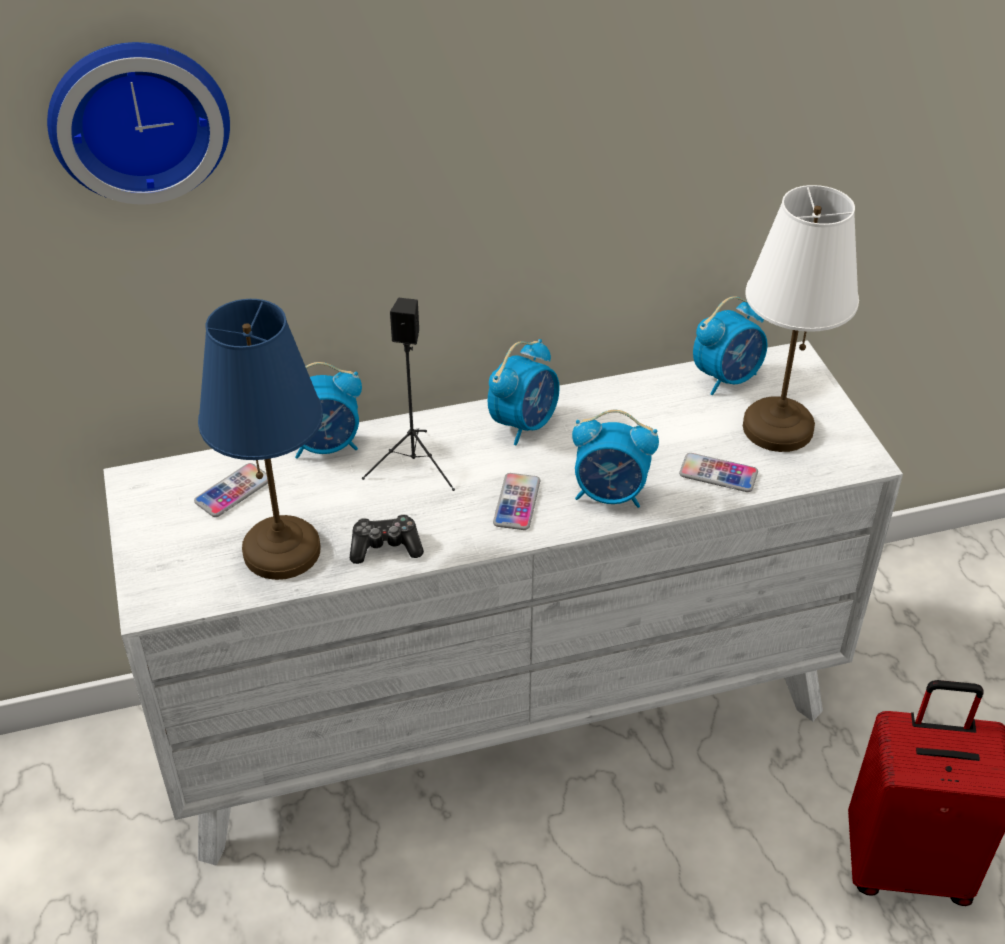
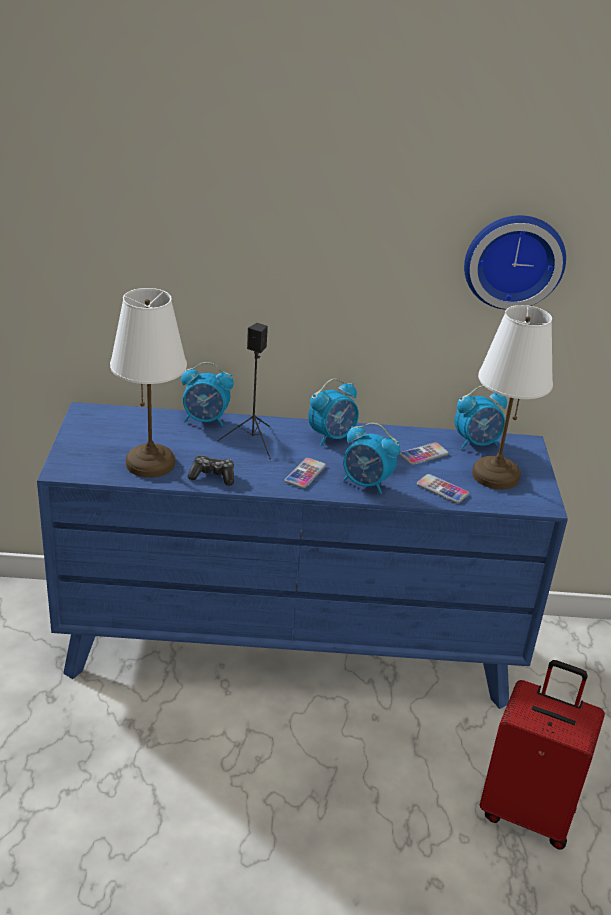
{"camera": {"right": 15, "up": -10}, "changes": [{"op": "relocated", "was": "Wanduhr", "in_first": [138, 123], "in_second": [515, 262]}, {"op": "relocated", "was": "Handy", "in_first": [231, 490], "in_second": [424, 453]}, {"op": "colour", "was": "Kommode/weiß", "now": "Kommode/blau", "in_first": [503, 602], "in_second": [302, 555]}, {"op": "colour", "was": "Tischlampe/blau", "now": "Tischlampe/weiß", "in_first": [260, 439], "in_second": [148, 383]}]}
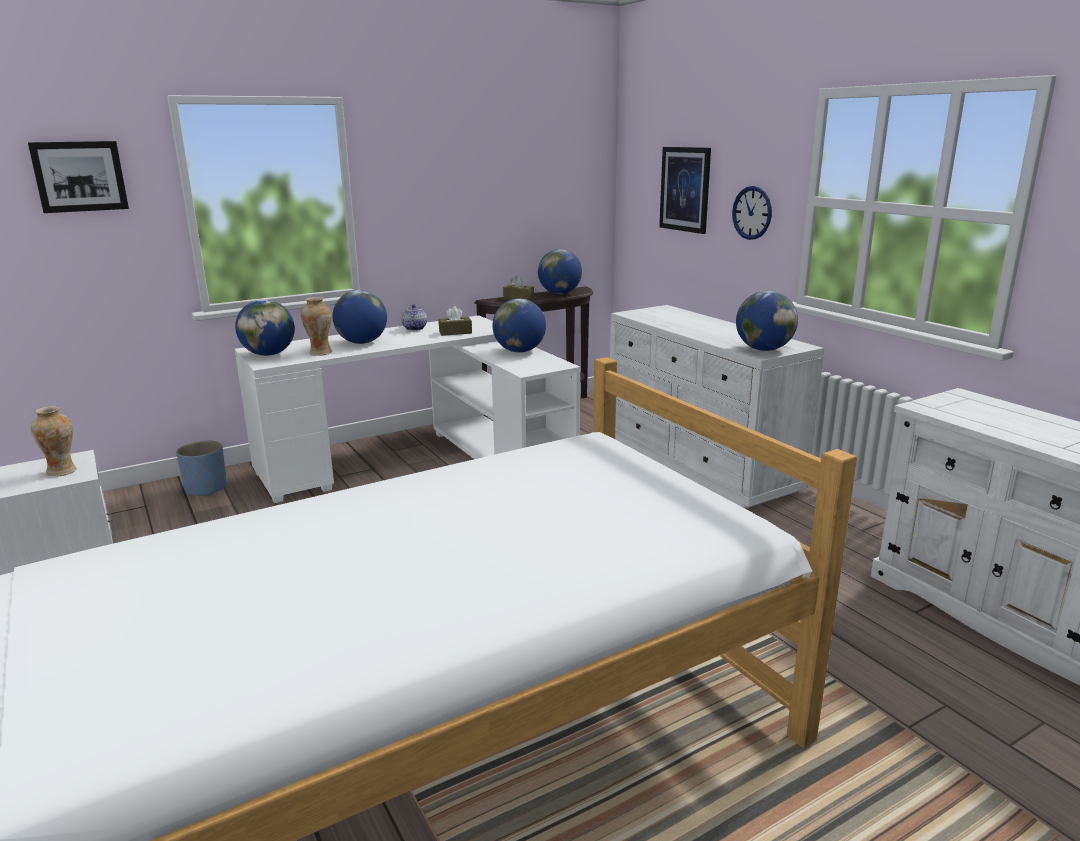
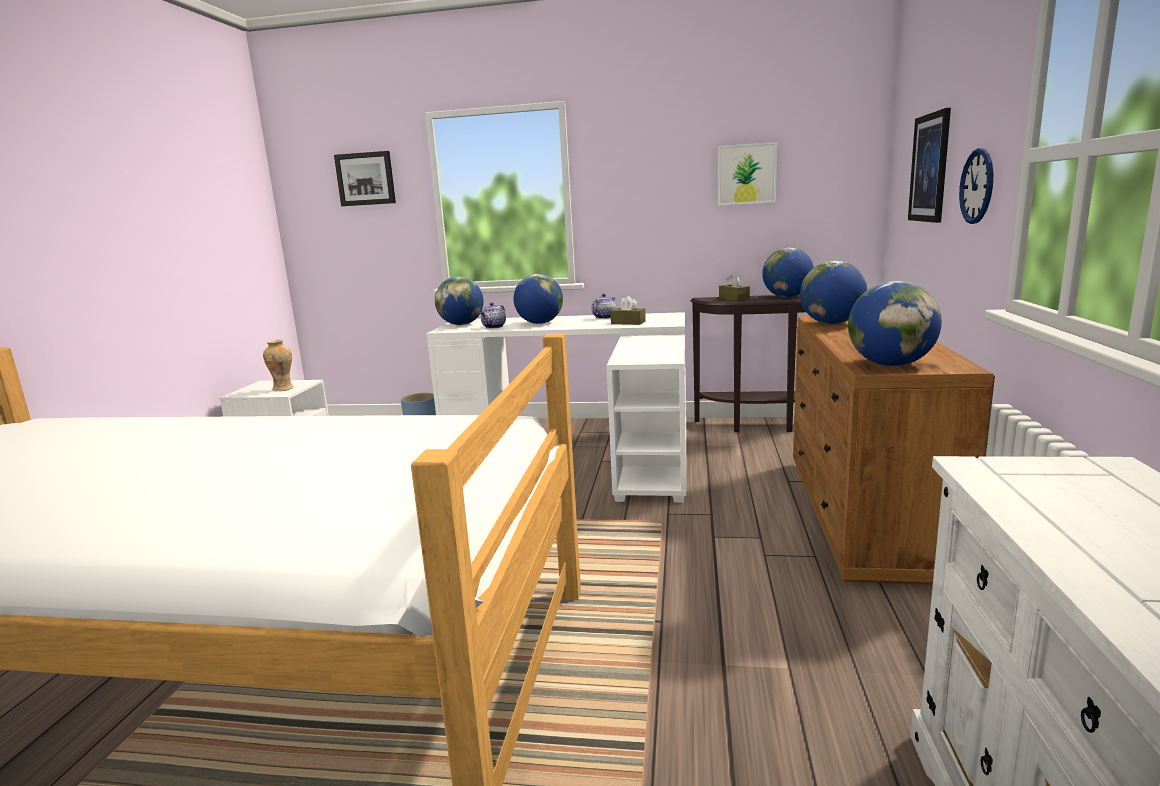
{"camera": {"right": 40, "up": -5}, "changes": [{"op": "appeared", "now": "Bild", "in_second": [747, 174]}, {"op": "relocated", "was": "Globus", "in_first": [519, 325], "in_second": [833, 292]}, {"op": "exchanged", "was": "Vase", "now": "Teekanne", "in_first": [316, 326], "in_second": [493, 316]}, {"op": "colour", "was": "Kommode/weiß", "now": "Kommode/braun", "in_first": [717, 407], "in_second": [894, 450]}]}
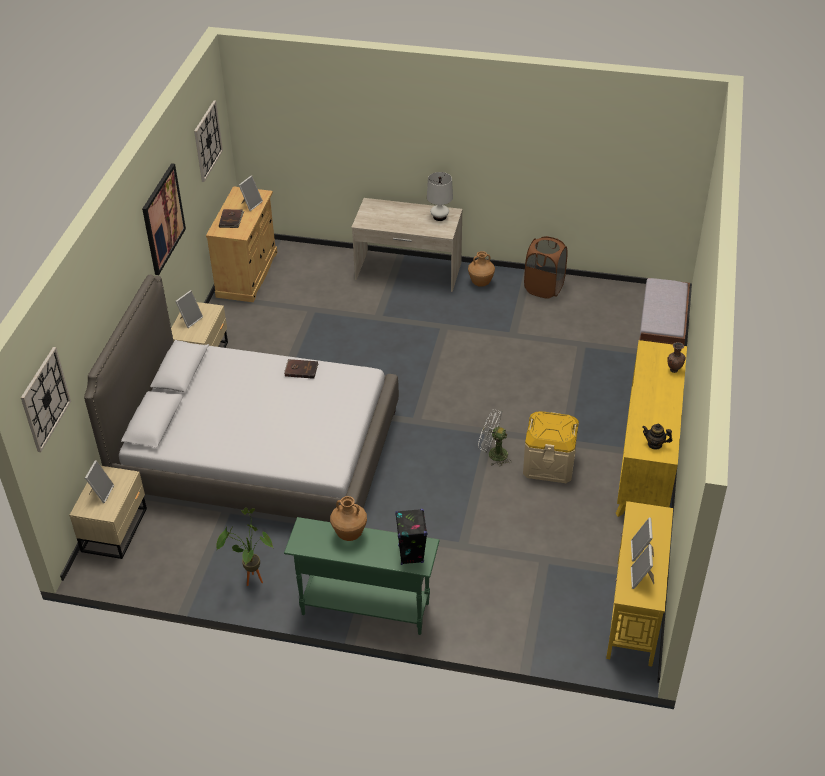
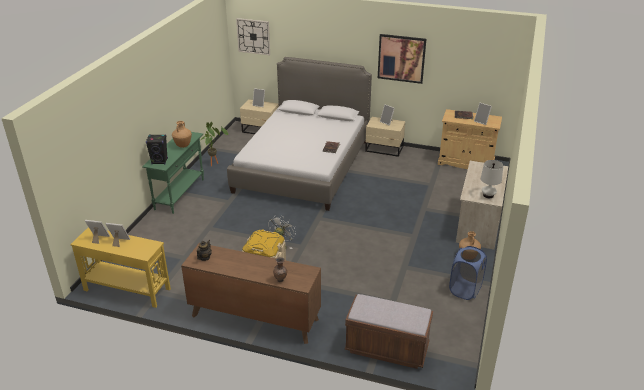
{"camera": {"right": 95, "up": -10}, "changes": [{"op": "missing", "was": "Wanduhr", "in_first": [208, 141]}, {"op": "colour", "was": "Wäschekorb/braun", "now": "Wäschekorb/blau", "in_first": [546, 267], "in_second": [468, 273]}, {"op": "colour", "was": "Kommode/gelb", "now": "Kommode/braun", "in_first": [651, 428], "in_second": [251, 293]}]}
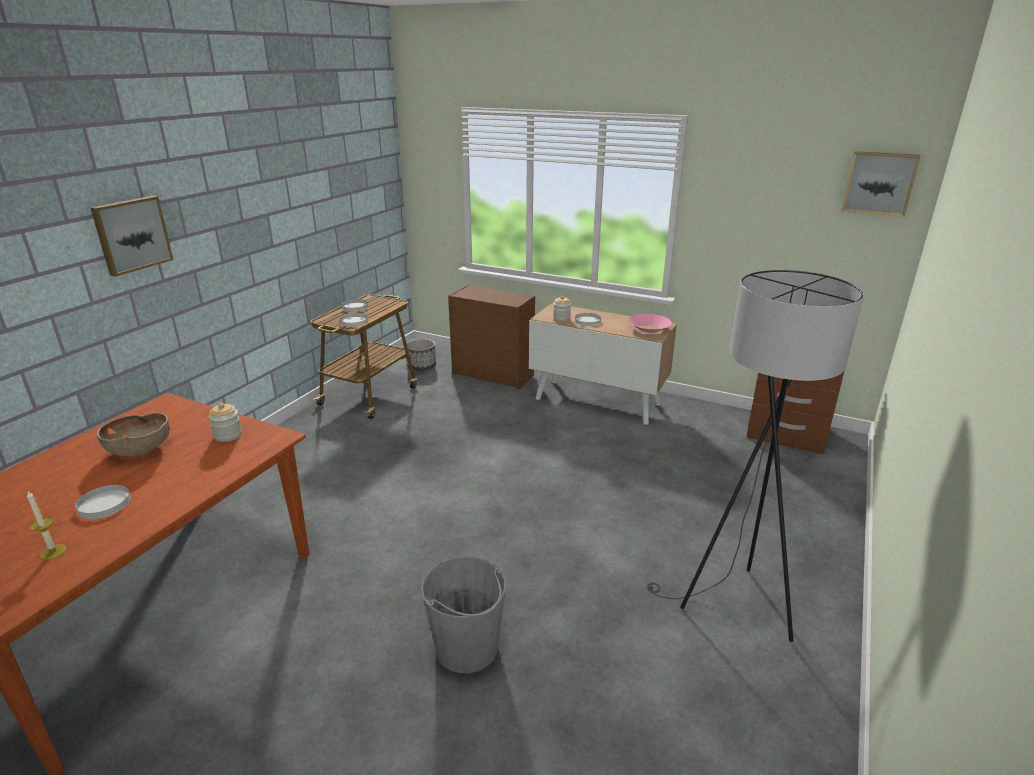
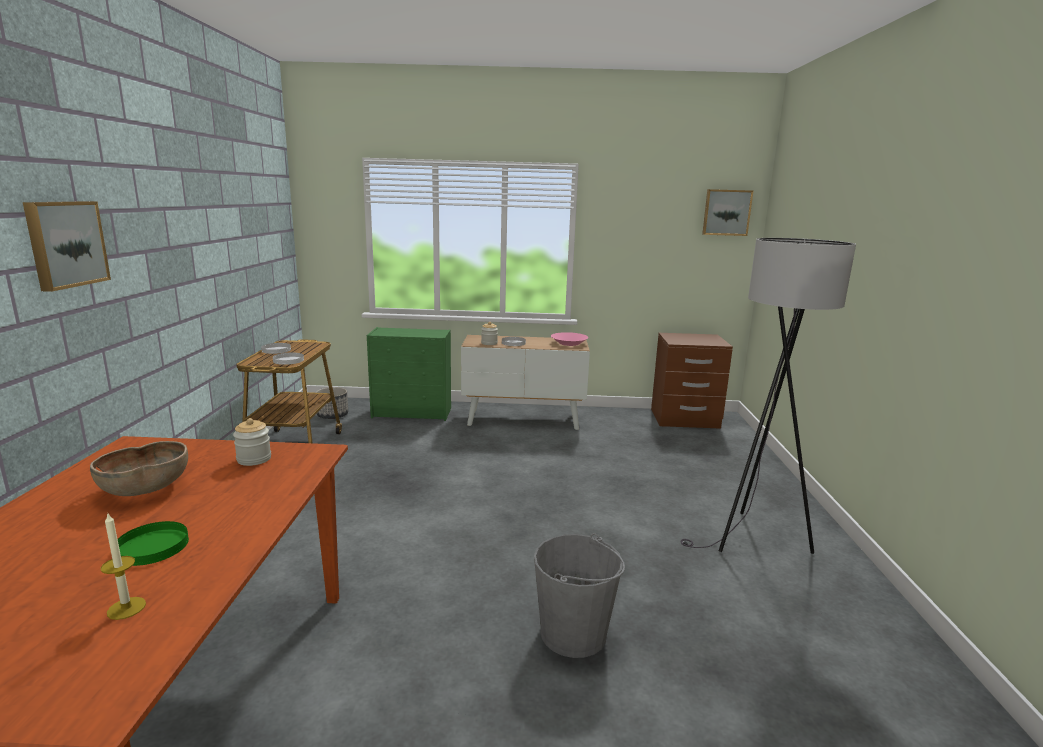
{"camera": {"right": -25, "up": -10}, "changes": [{"op": "colour", "was": "Teller/weiß", "now": "Teller/grün", "in_first": [103, 502], "in_second": [153, 543]}, {"op": "colour", "was": "Kommode/braun", "now": "Kommode/grün", "in_first": [491, 337], "in_second": [409, 374]}]}
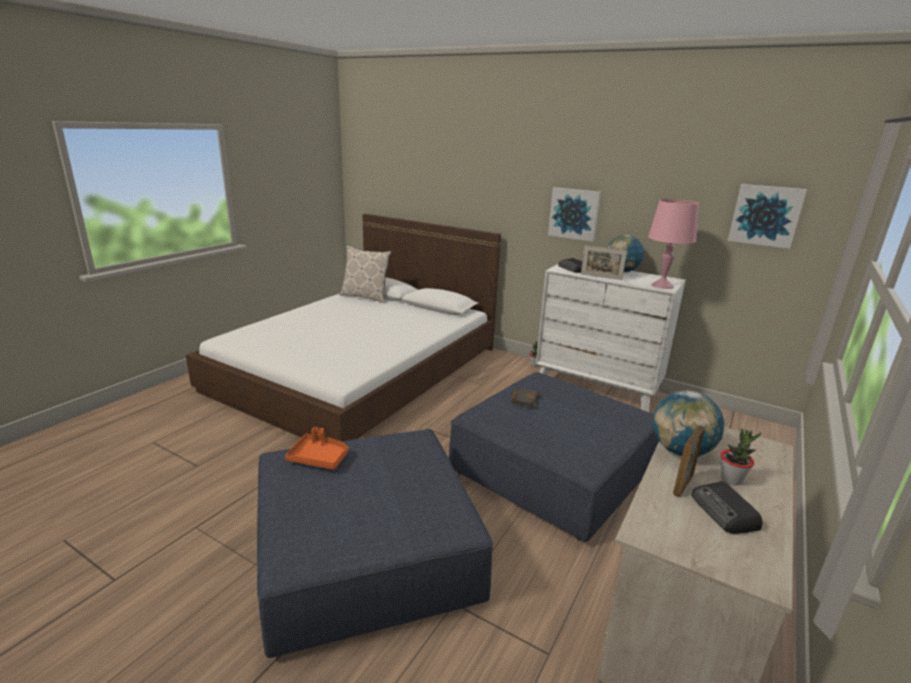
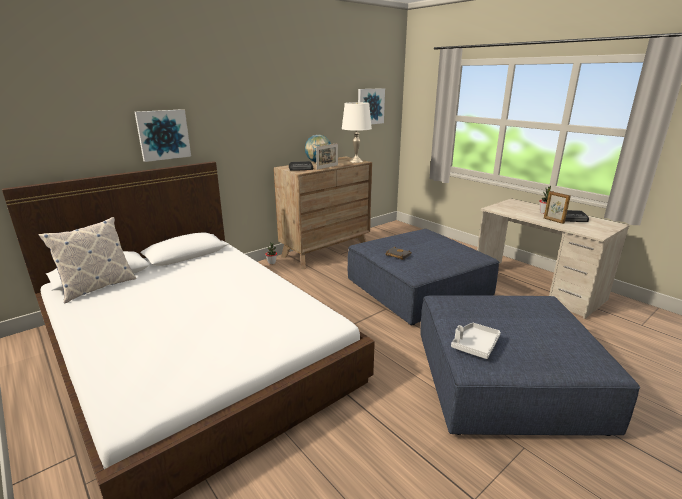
{"camera": {"right": -70, "up": 0}, "changes": [{"op": "missing", "was": "Globus", "in_first": [689, 424]}, {"op": "relocated", "was": "Bild", "in_first": [574, 214], "in_second": [163, 135]}, {"op": "colour", "was": "Tablett/orange", "now": "Tablett/grau", "in_first": [316, 448], "in_second": [476, 341]}, {"op": "colour", "was": "Kommode/weiß", "now": "Kommode/braun", "in_first": [611, 338], "in_second": [323, 213]}, {"op": "colour", "was": "Tischlampe/rosa", "now": "Tischlampe/weiß", "in_first": [673, 244], "in_second": [357, 132]}]}
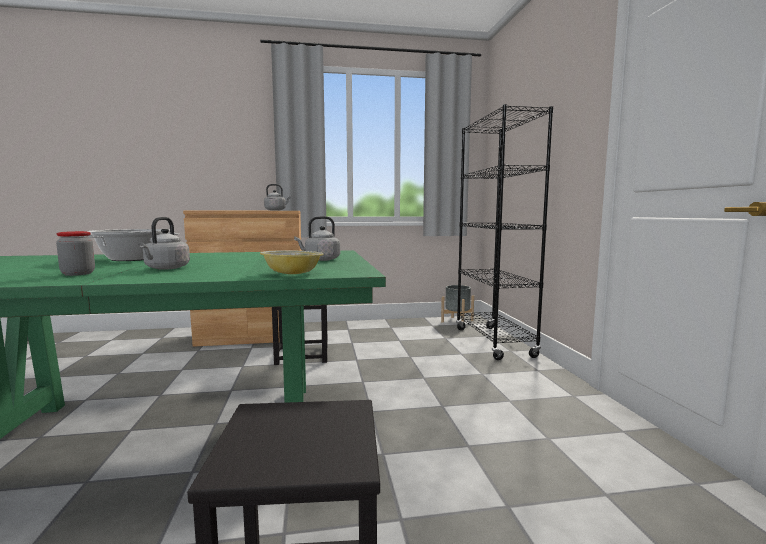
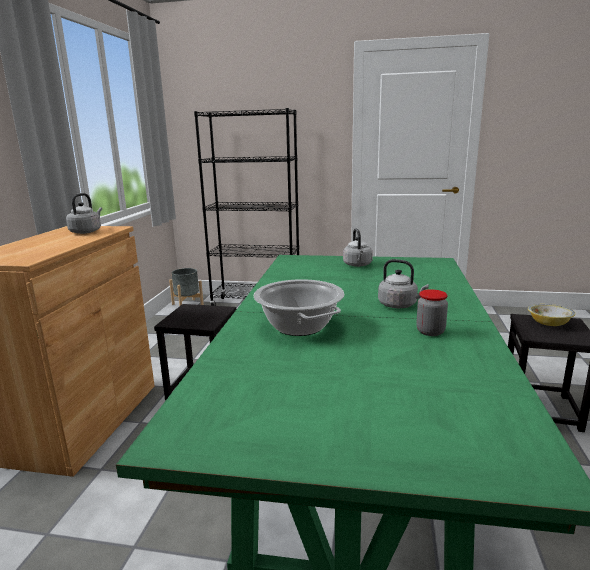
{"camera": {"right": -70, "up": 10}, "changes": [{"op": "relocated", "was": "Schüssel", "in_first": [292, 262], "in_second": [552, 315]}]}
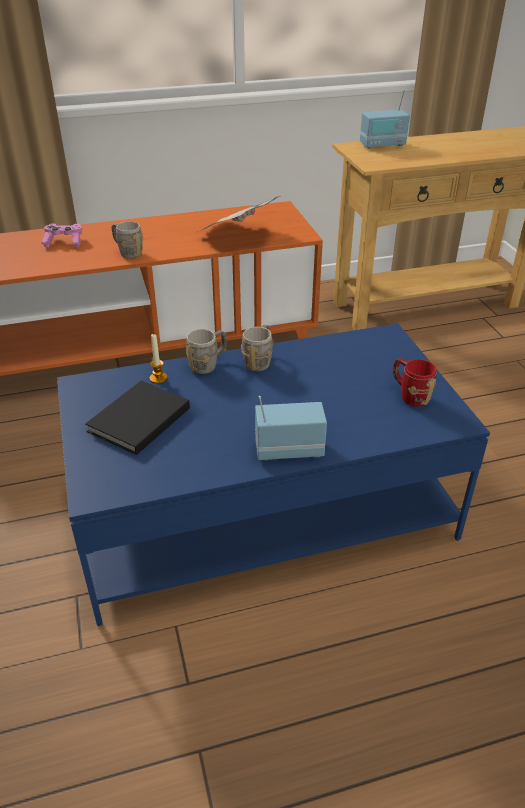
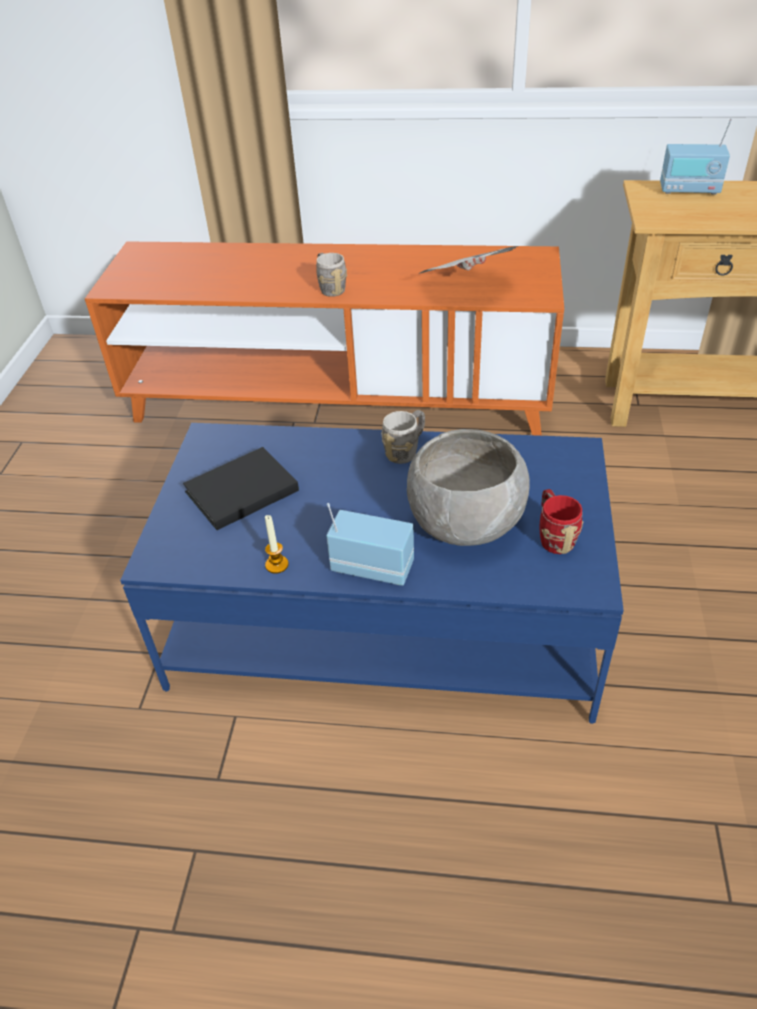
{"camera": {"right": 25, "up": 5}, "changes": [{"op": "missing", "was": "Gamepad/rosa", "in_first": [62, 236]}, {"op": "missing", "was": "Henkelbecher/grau", "in_first": [206, 351]}, {"op": "appeared", "now": "Schüssel/grau", "in_second": [468, 487]}, {"op": "relocated", "was": "Kerze", "in_first": [158, 358], "in_second": [277, 544]}]}
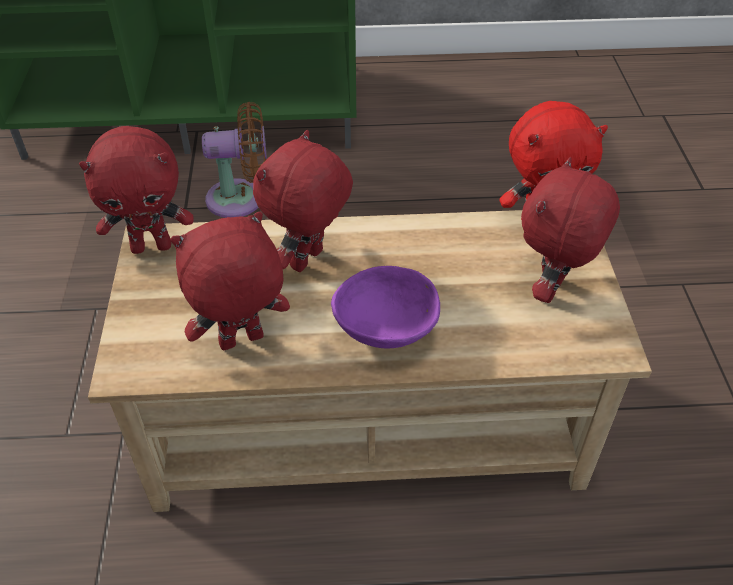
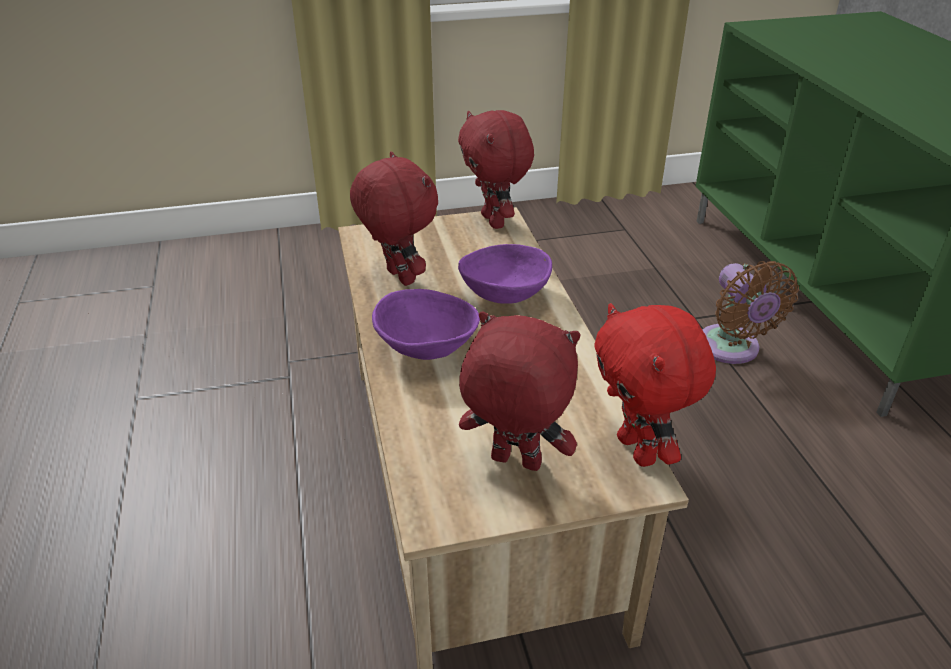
{"camera": {"right": 80, "up": -10}, "changes": [{"op": "exchanged", "was": "Plüschtier/rot", "now": "Schüssel/lila", "in_first": [303, 201], "in_second": [505, 274]}]}
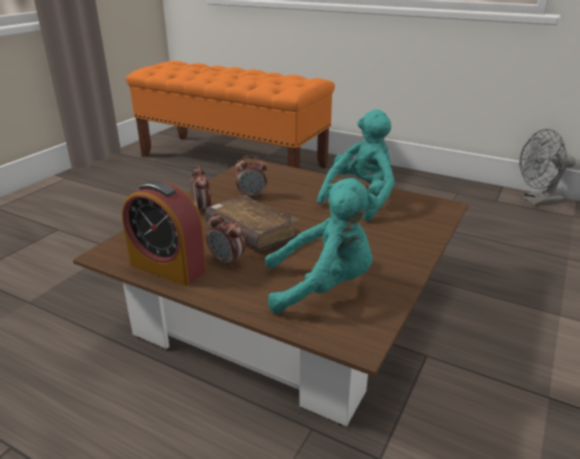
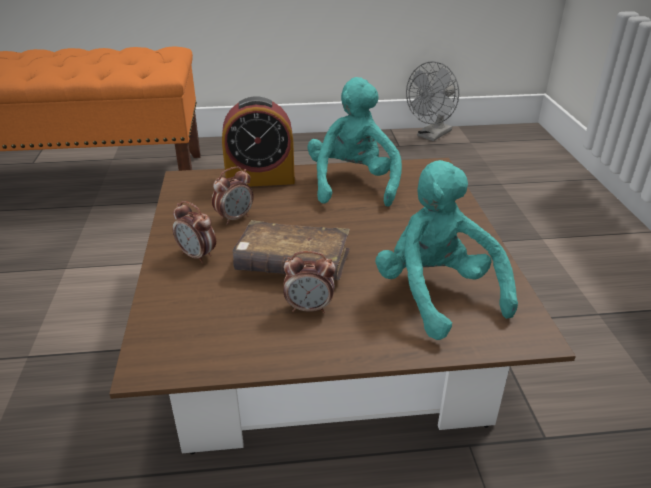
{"camera": {"right": -35, "up": 5}, "changes": [{"op": "relocated", "was": "Wecker", "in_first": [164, 233], "in_second": [258, 141]}, {"op": "spun", "was": "Plüschtier/türkis", "in_first": [321, 246], "in_second": [446, 250], "clockwise": -75}]}
